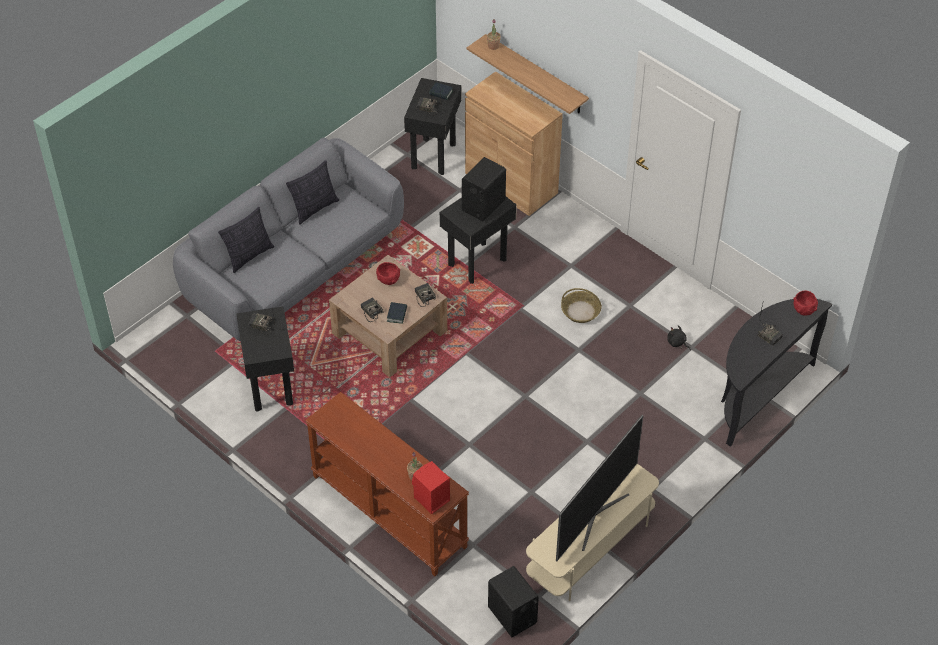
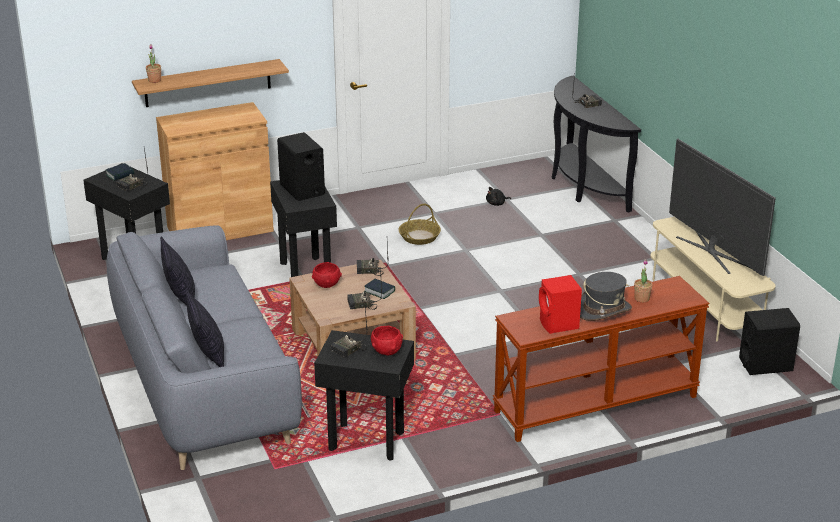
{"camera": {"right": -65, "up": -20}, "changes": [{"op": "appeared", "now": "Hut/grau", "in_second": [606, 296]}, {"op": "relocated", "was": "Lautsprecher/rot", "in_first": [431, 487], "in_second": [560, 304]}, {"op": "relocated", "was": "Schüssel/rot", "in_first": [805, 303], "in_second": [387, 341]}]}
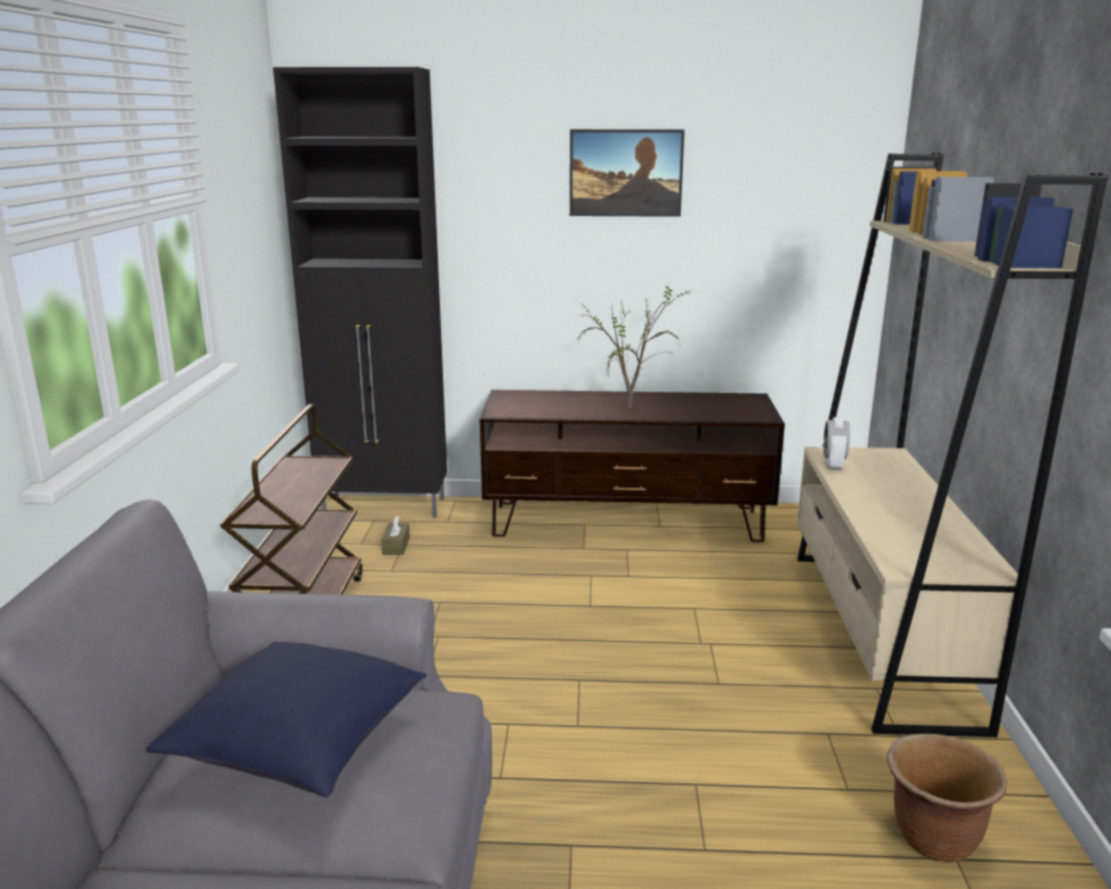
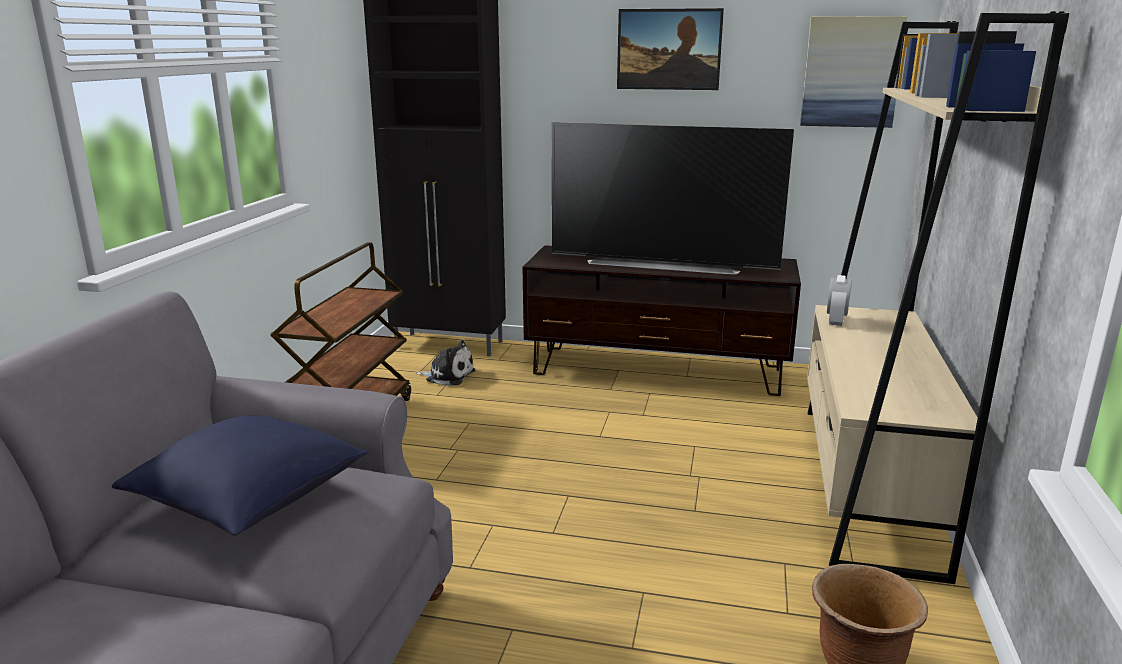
{"camera": {"right": 10, "up": 0}, "changes": [{"op": "appeared", "now": "Bild", "in_second": [853, 72]}, {"op": "exchanged", "was": "Taschentuchbox/braun", "now": "Plüschtier", "in_first": [395, 535], "in_second": [445, 363]}, {"op": "exchanged", "was": "Topfpflanze", "now": "Fernseher", "in_first": [633, 347], "in_second": [673, 198]}]}
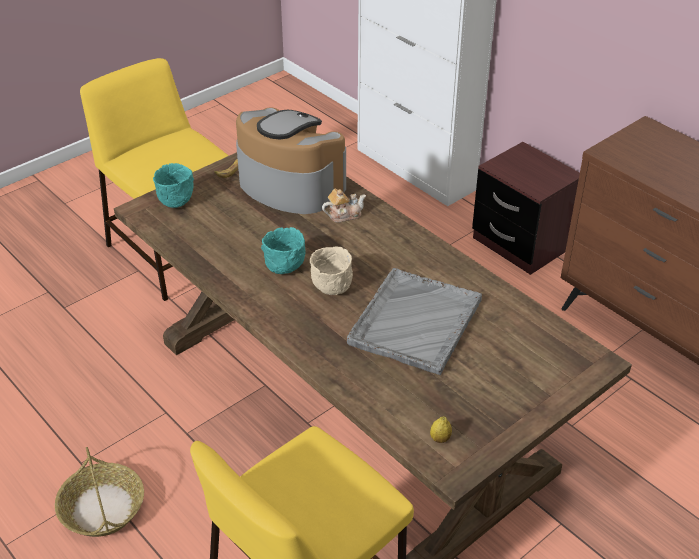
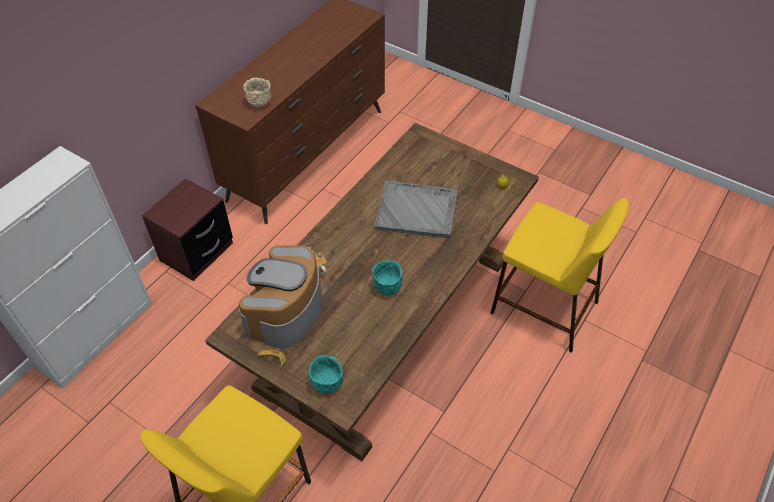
{"camera": {"right": -105, "up": 10}, "changes": [{"op": "missing", "was": "Korb", "in_first": [99, 492]}, {"op": "relocated", "was": "Schüssel/beige", "in_first": [331, 270], "in_second": [257, 92]}]}
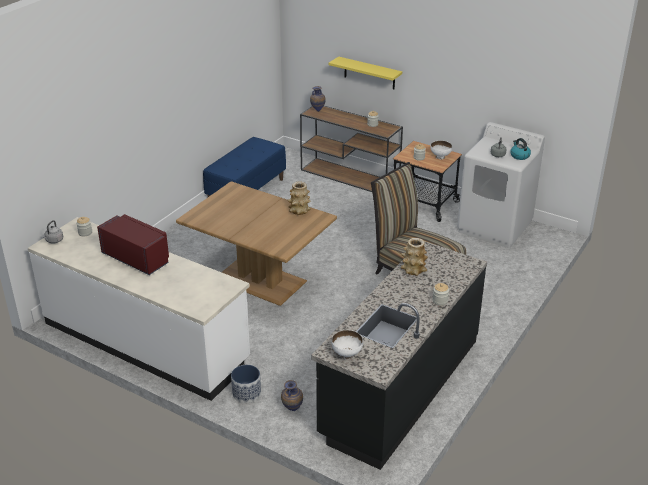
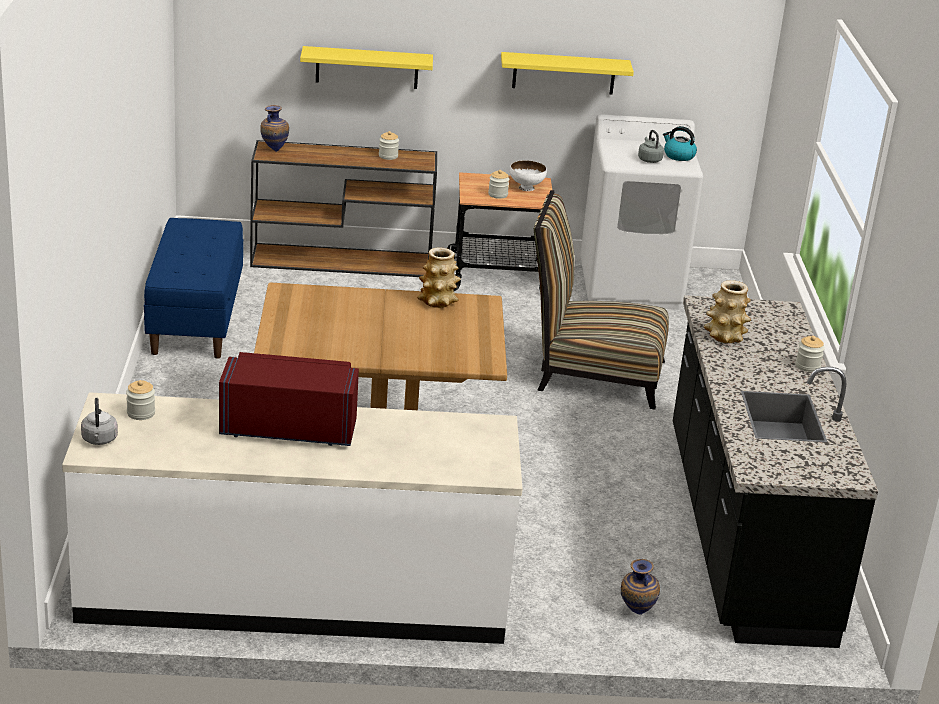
{"camera": {"right": -35, "up": -5}, "changes": [{"op": "missing", "was": "Pflanzkübel", "in_first": [246, 384]}, {"op": "missing", "was": "Schüssel/weiß", "in_first": [347, 345]}, {"op": "appeared", "now": "Wandregal/gelb", "in_second": [567, 73]}]}
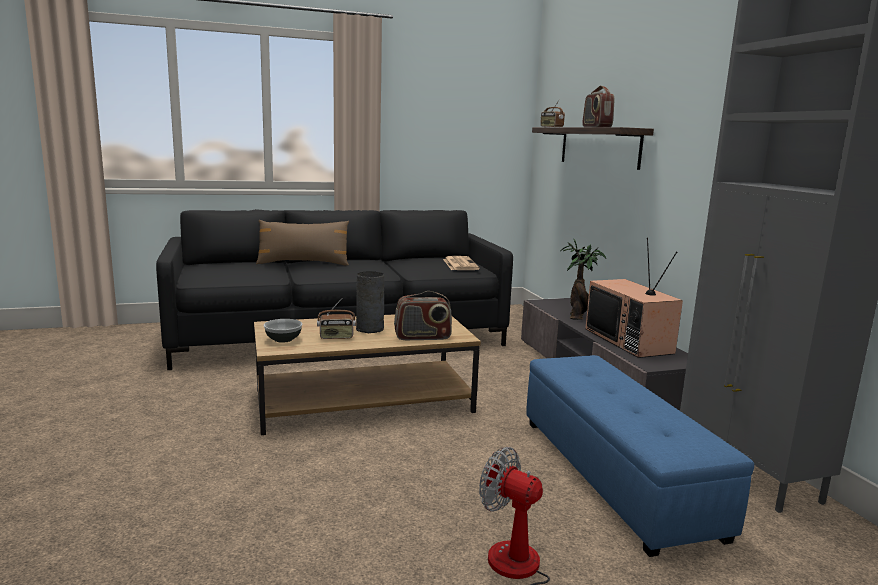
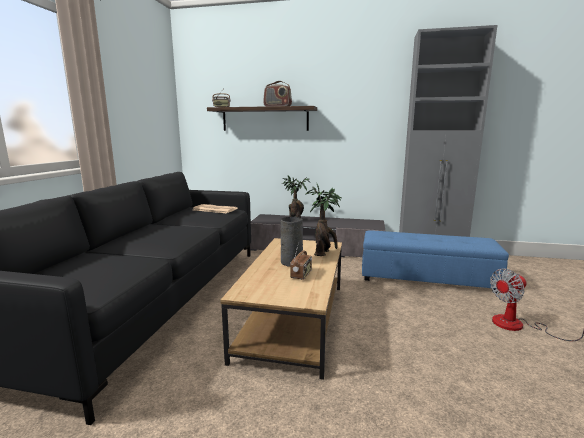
{"camera": {"right": -60, "up": 0}, "changes": [{"op": "missing", "was": "Kissen/braun", "in_first": [302, 243]}, {"op": "missing", "was": "Schüssel", "in_first": [283, 331]}, {"op": "missing", "was": "Fernseher", "in_first": [634, 298]}, {"op": "exchanged", "was": "Radio", "now": "Topfpflanze", "in_first": [423, 315], "in_second": [324, 220]}]}
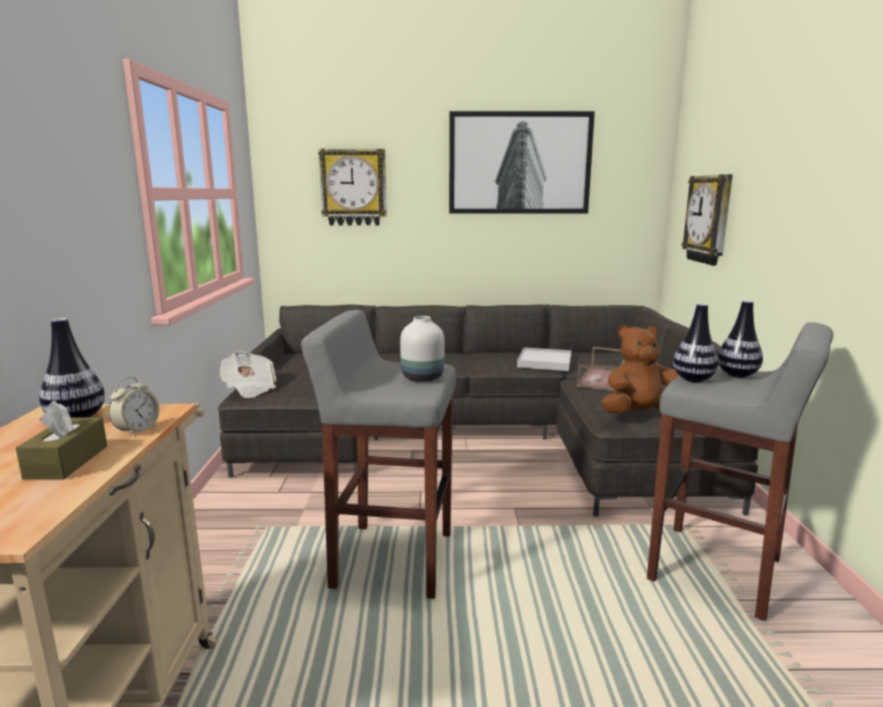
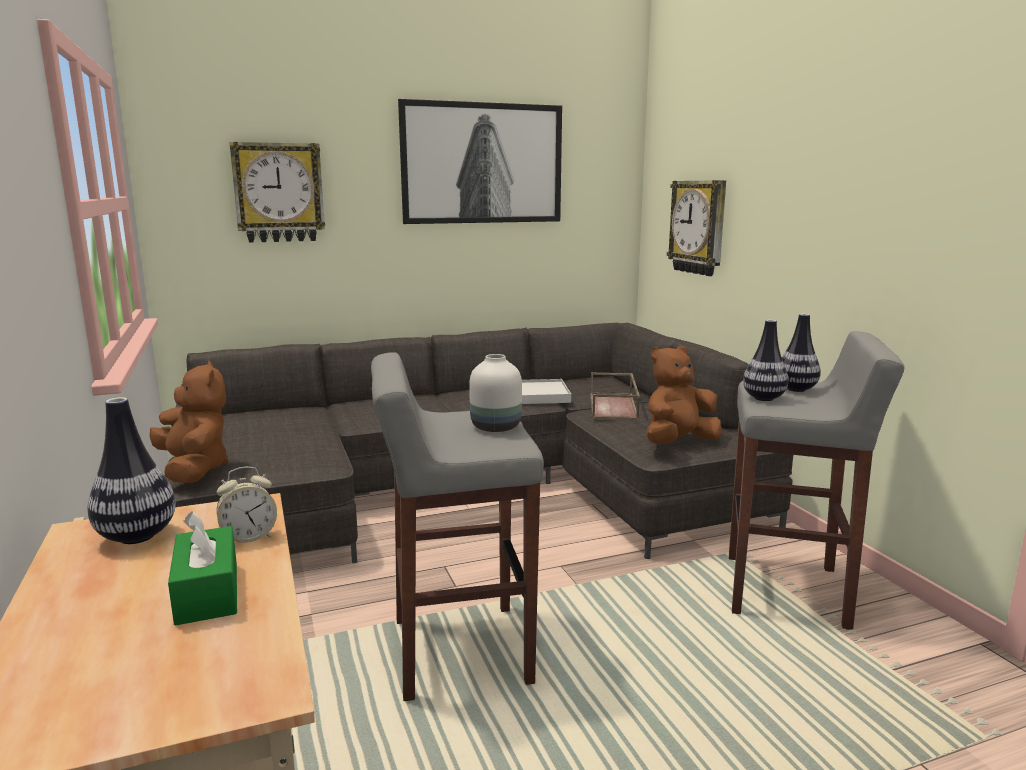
{"camera": {"right": -20, "up": 0}, "changes": [{"op": "exchanged", "was": "Zeitung", "now": "Plüschtier/braun", "in_first": [247, 374], "in_second": [189, 422]}, {"op": "colour", "was": "Taschentuchbox/braun", "now": "Taschentuchbox/grün", "in_first": [61, 440], "in_second": [202, 568]}, {"op": "spun", "was": "Wecker", "in_first": [133, 407], "in_second": [247, 505], "clockwise": 60}]}
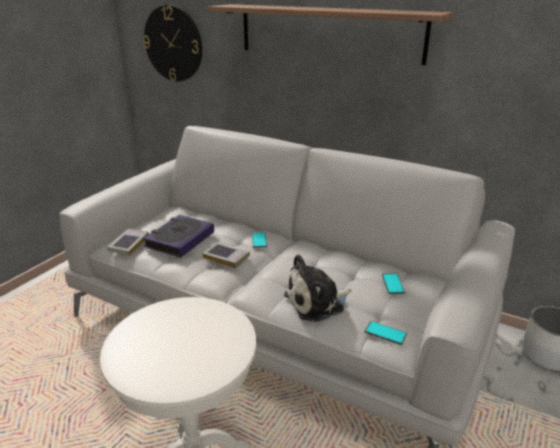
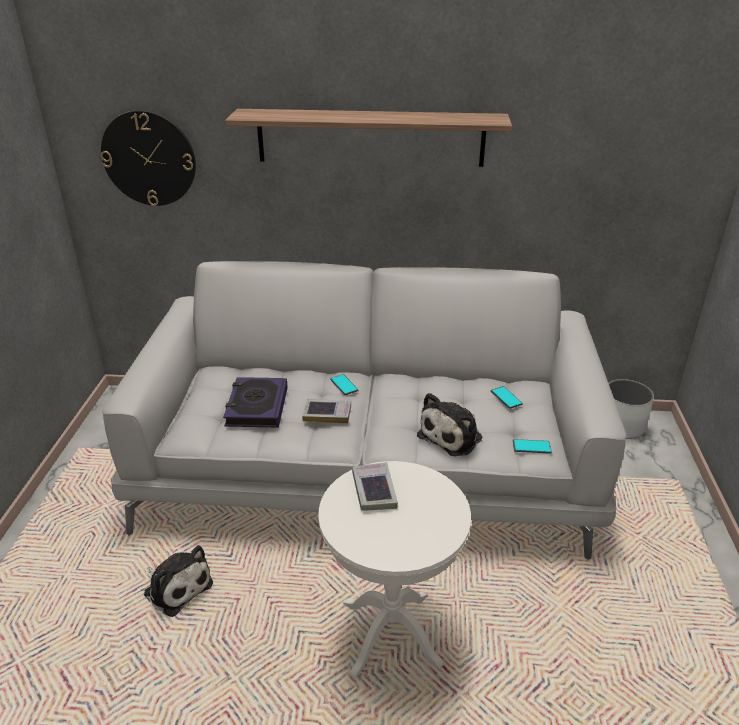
{"camera": {"right": -25, "up": 5}, "changes": [{"op": "appeared", "now": "Plüschtier", "in_second": [178, 581]}, {"op": "relocated", "was": "Buch", "in_first": [128, 242], "in_second": [375, 486]}]}
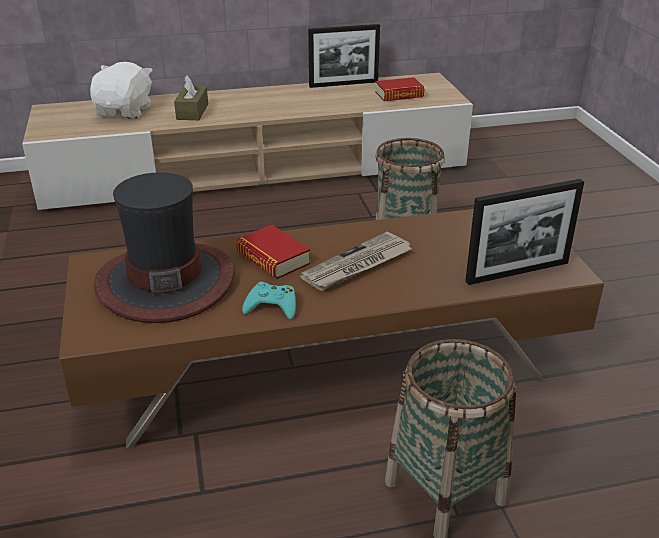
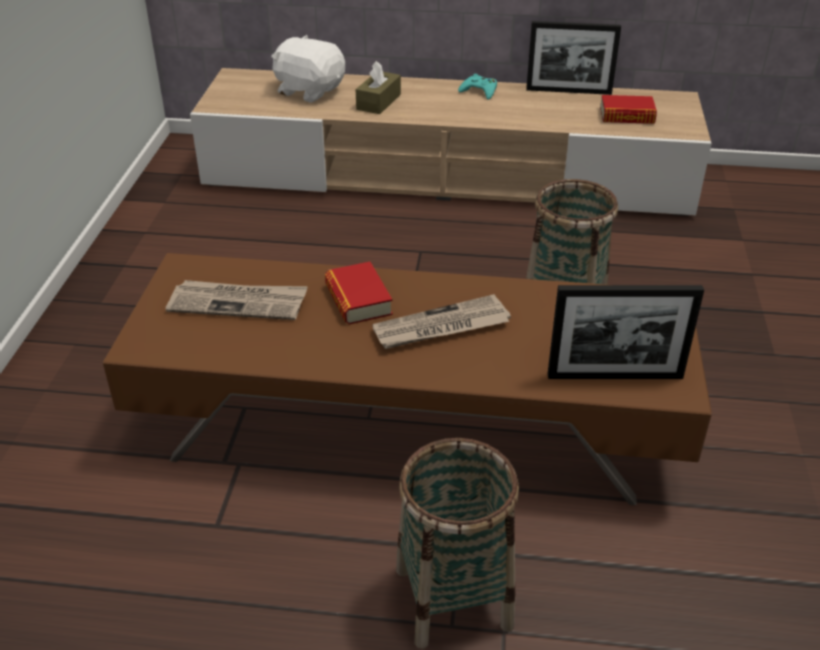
{"camera": {"right": 20, "up": 5}, "changes": [{"op": "relocated", "was": "Gamepad/türkis", "in_first": [269, 301], "in_second": [477, 87]}, {"op": "exchanged", "was": "Hut", "now": "Zeitung", "in_first": [164, 247], "in_second": [237, 300]}, {"op": "spun", "was": "Plüschtier/weiß", "in_first": [121, 90], "in_second": [308, 69], "clockwise": -90}]}
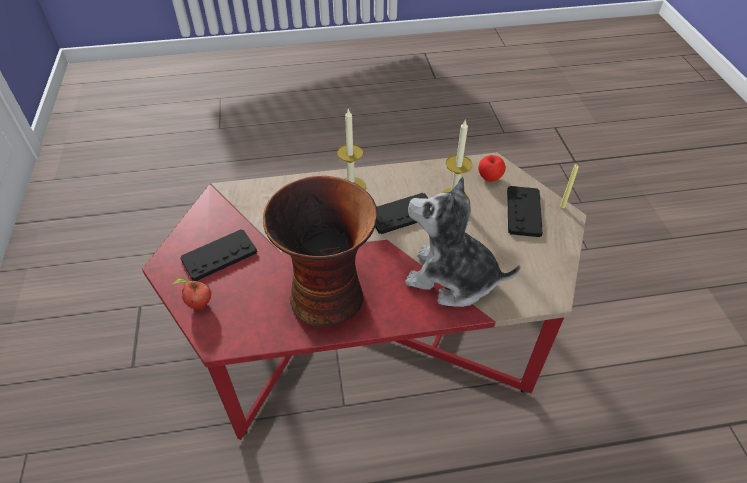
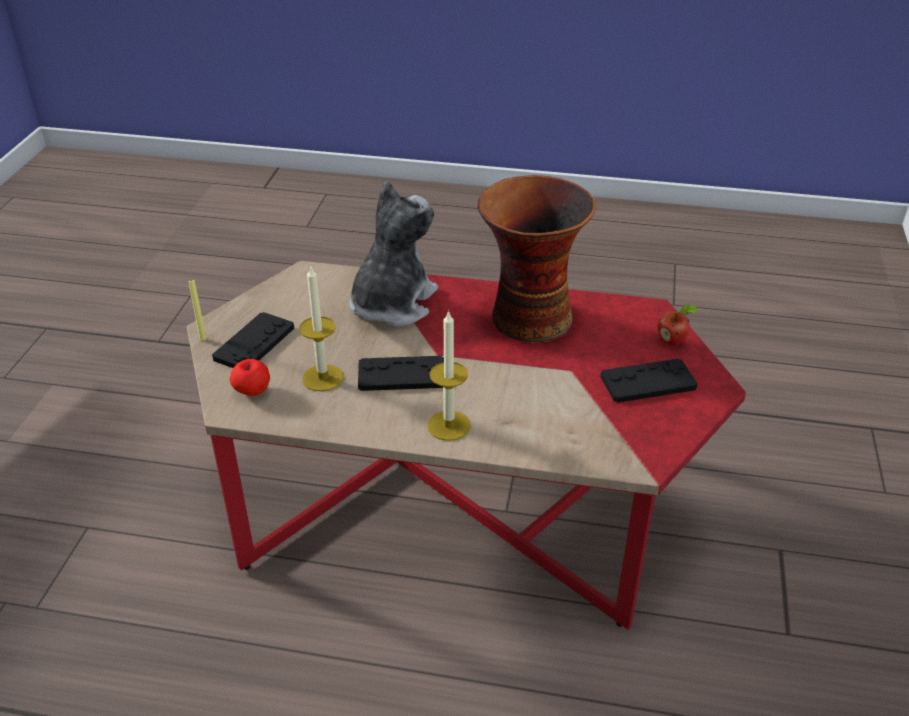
{"camera": {"right": -160, "up": -10}, "changes": [{"op": "spun", "was": "Plüschtier", "in_first": [463, 241], "in_second": [394, 254], "clockwise": -105}]}
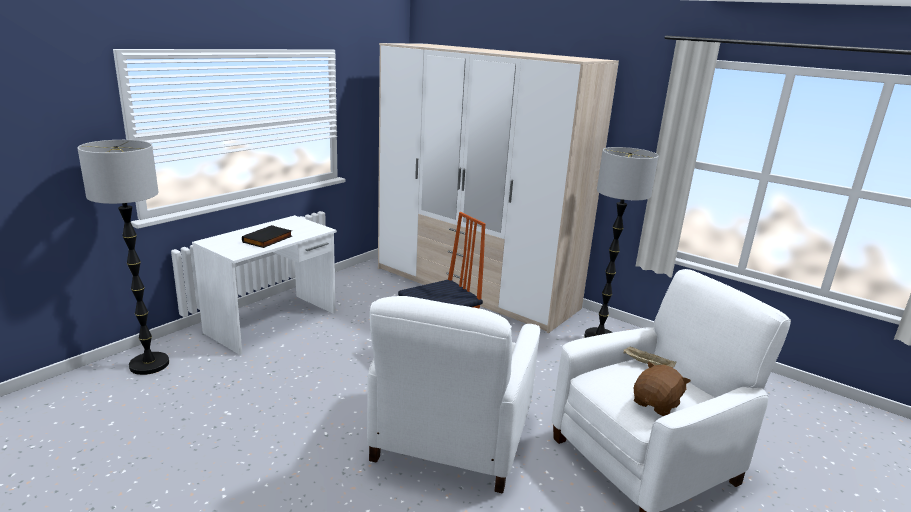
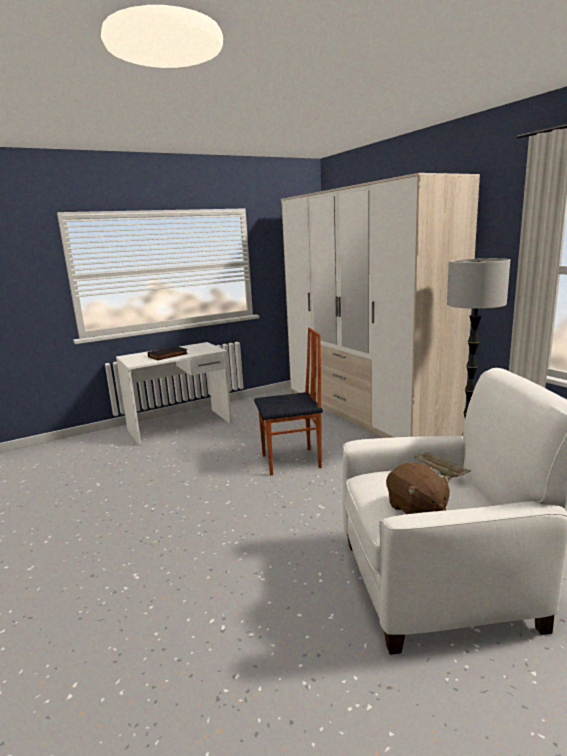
{"camera": {"right": 25, "up": -5}, "changes": [{"op": "missing", "was": "Stehlampe", "in_first": [123, 257]}, {"op": "missing", "was": "Sessel/weiß", "in_first": [453, 395]}, {"op": "spun", "was": "Plüschtier/braun", "in_first": [662, 389], "in_second": [418, 488], "clockwise": 90}]}
